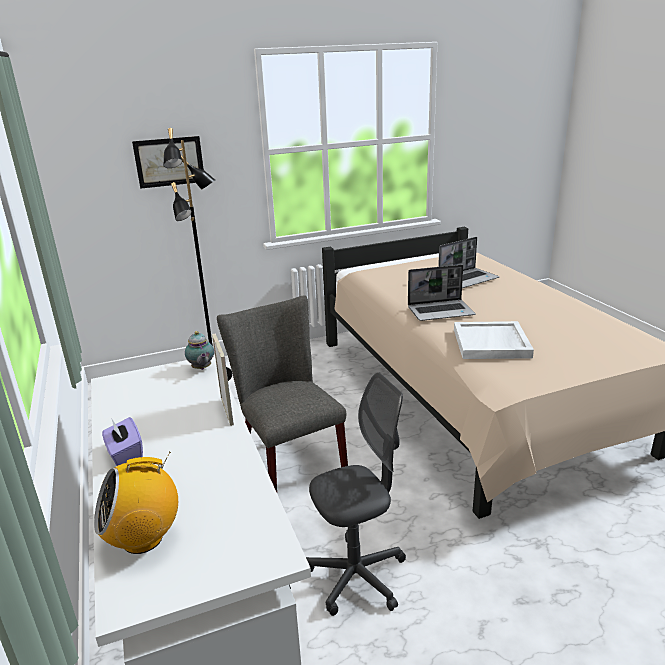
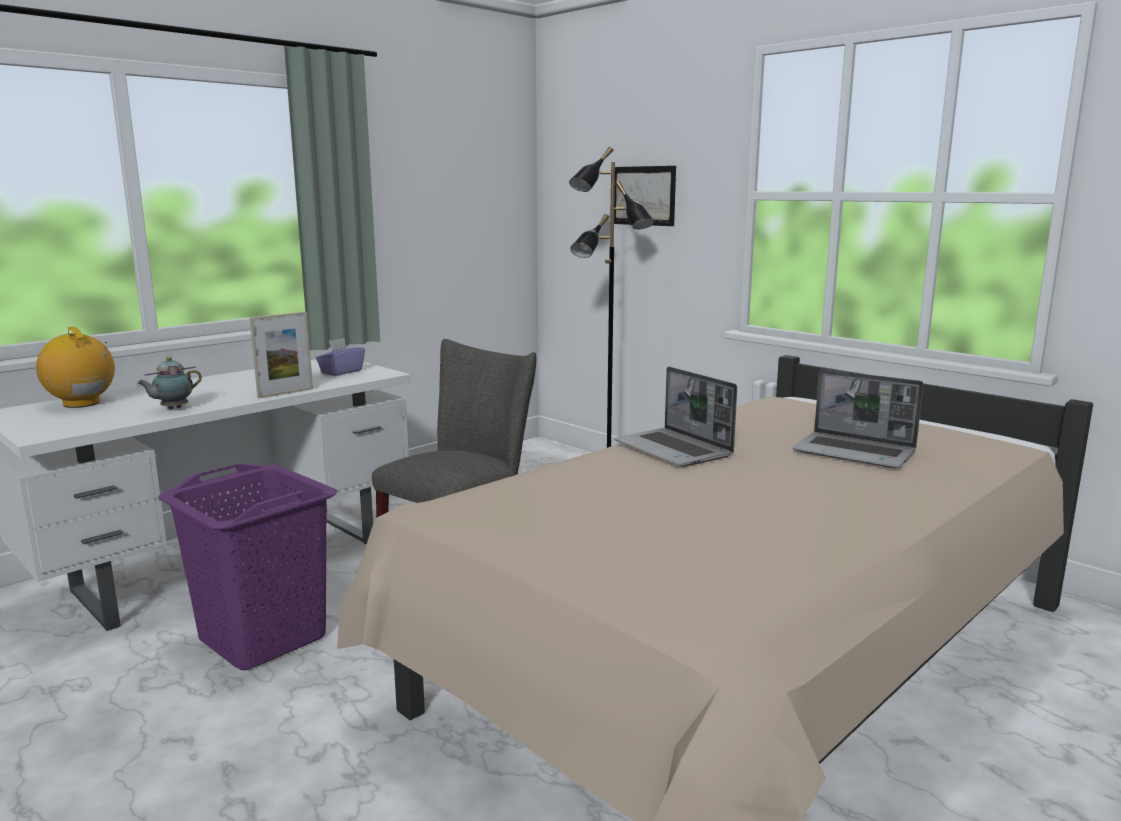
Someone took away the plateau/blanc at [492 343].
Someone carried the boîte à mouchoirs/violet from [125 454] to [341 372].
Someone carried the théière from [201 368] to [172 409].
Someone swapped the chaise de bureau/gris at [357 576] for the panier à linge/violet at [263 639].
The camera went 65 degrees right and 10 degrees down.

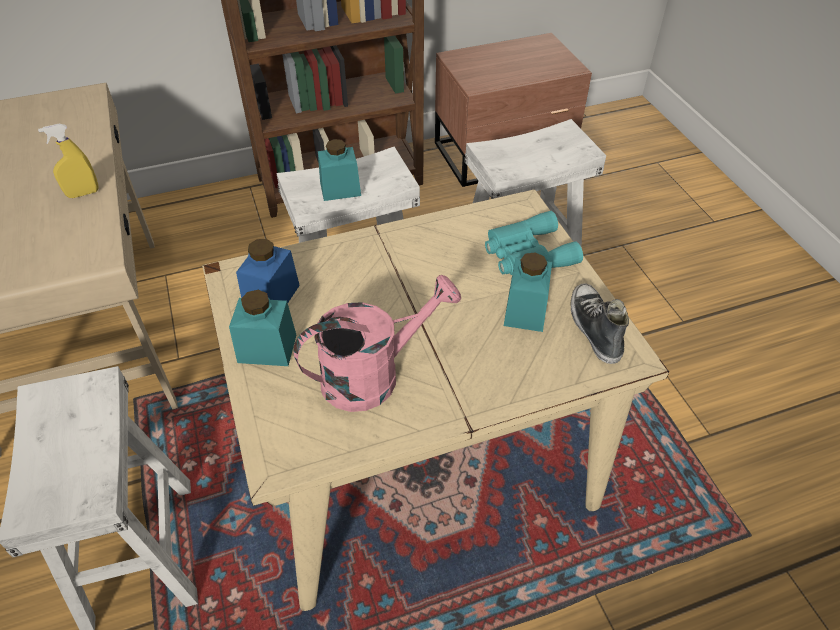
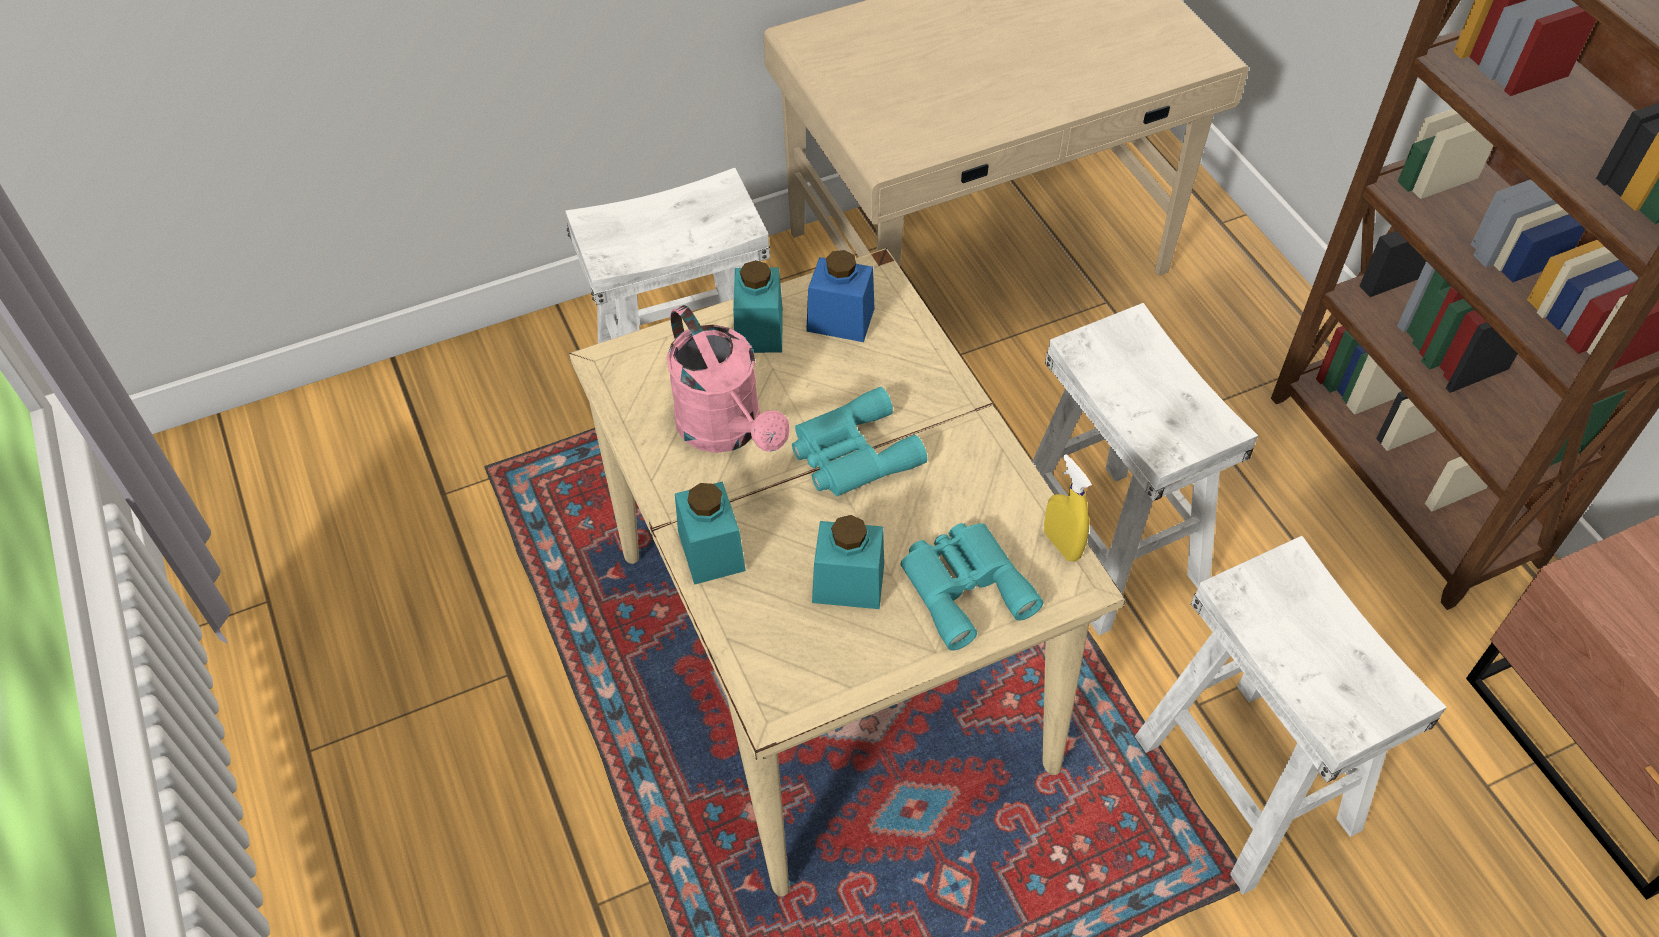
Someone took away the chaussure at [594 328].
Someone put down the jumelles/turquoise at [851 454].
Someone carried the vaporisateur/jaune from [83 193] to [1061 545].
Someone carried the bocal/turquoise from [340 189] to [711 551].
The camera went 85 degrees right and 5 degrees up.

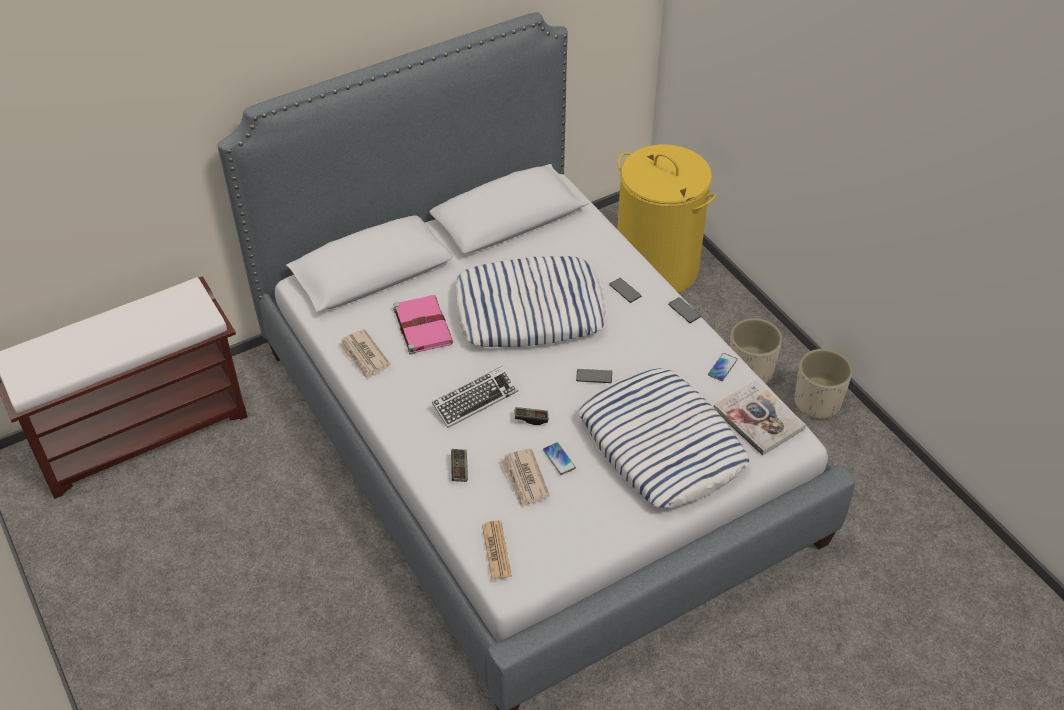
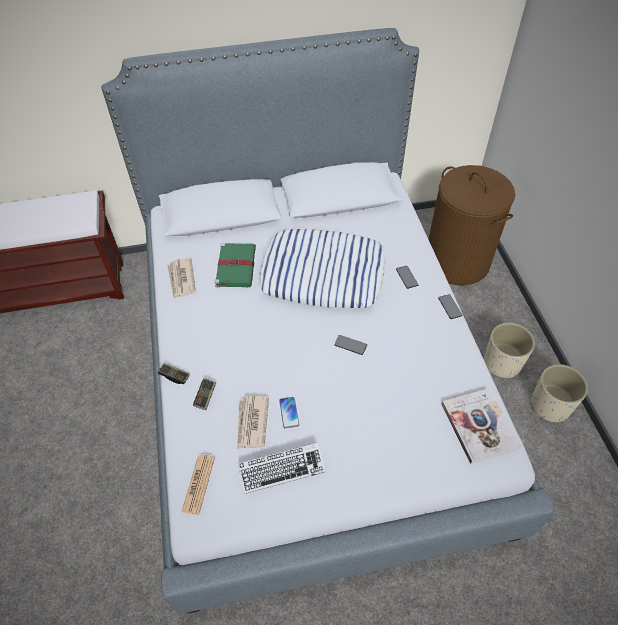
Someone took away the coussin at [660 445].
Someone took away the téléphone at [722 367].
Someone carried the clavier from [475 400] to [282 469].
Someone carried the manette from [531 418] to [174 376].
Someone repainted the livre/rose at [422 325], which became the livre/vert at [236 266].
Someone repainted the panier à linge/jaune at [657 268], which became the panier à linge/marron at [457 261].
The camera went 20 degrees right and 5 degrees up.

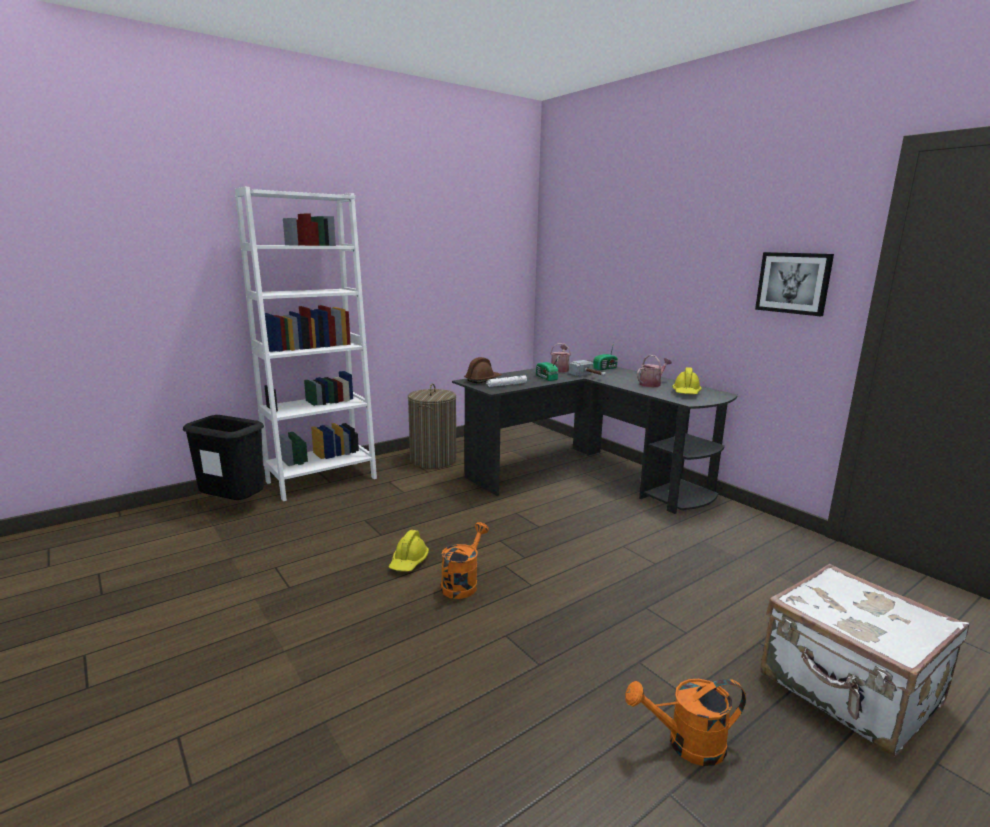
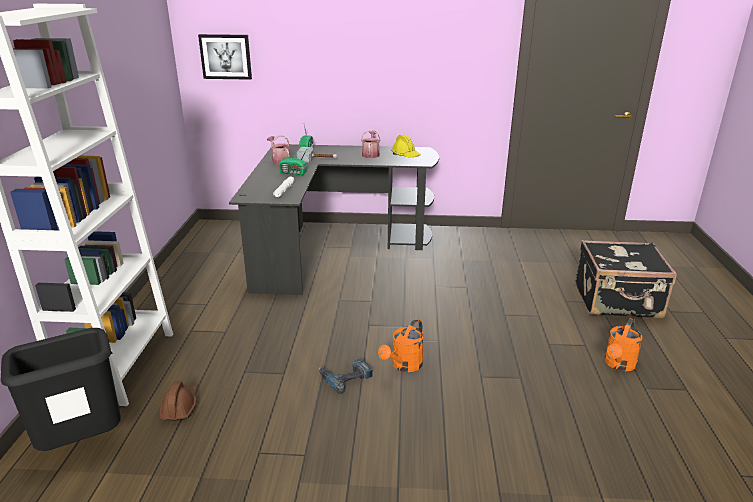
Someone took away the panier à linge at [433 460].
Someone carried the casque de chantier/marron from [483 380] to [180 407].
Someone carried the tableau from [793 283] to [226 56].
Someone swapped the casque de chantier/jaune at [409 562] for the perceuse at [345 377].
Someone repainted the valise/blanc at [848 691], which became the valise/noir at [618 302].
Someone rotated the arrosoir/orange at [462 583] by 120 degrees counterclockwise.
The camera went 50 degrees left and 10 degrees up.

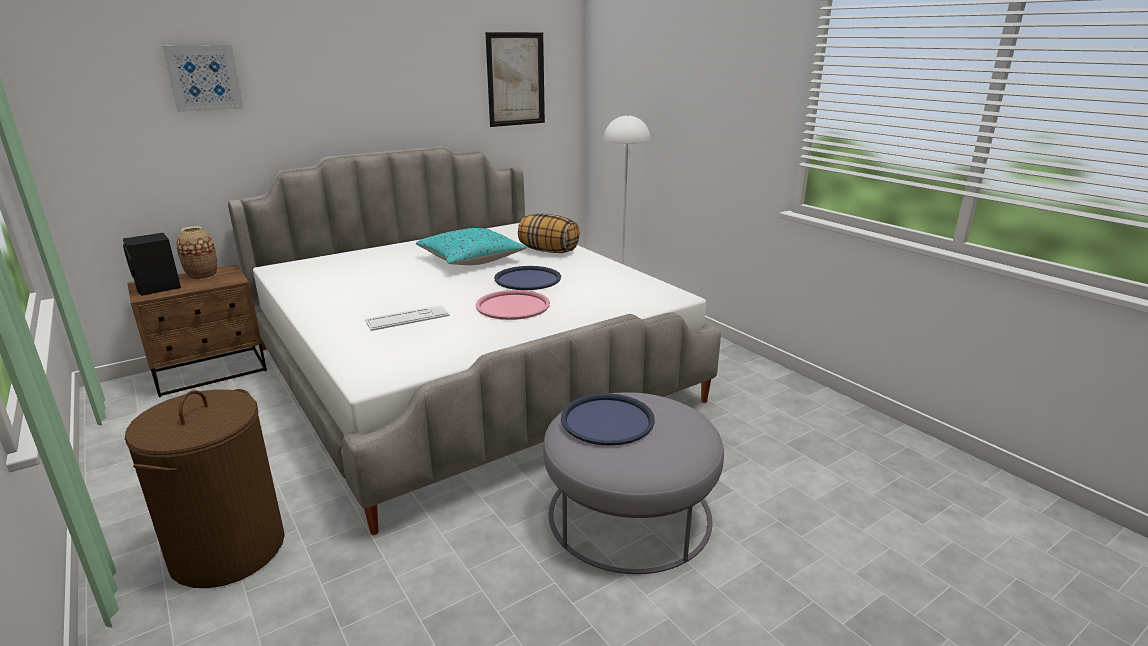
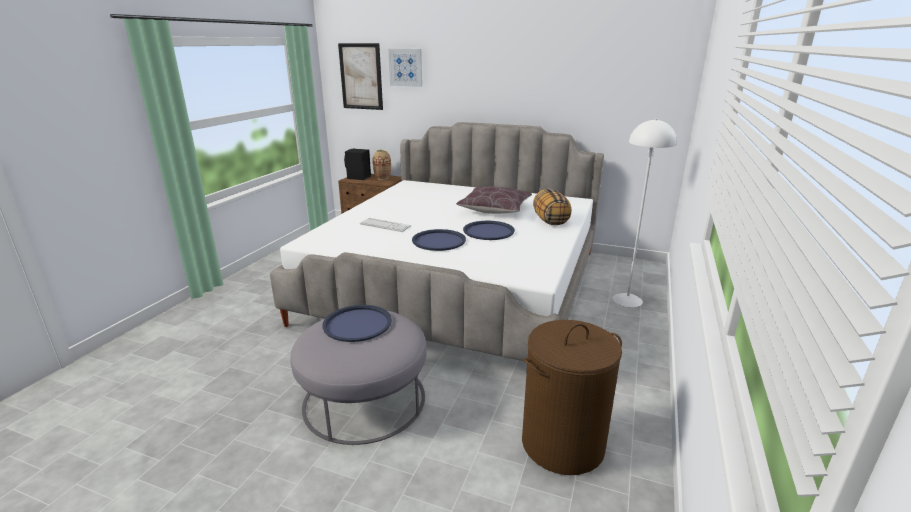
Someone carried the panier à linge/marron from [228 550] to [562 444].
Someone carried the tableau from [516 79] to [361 76].
Someone repainted the coussin/turquoise at [471 259], which became the coussin/marron at [494 209].
Someone repainted the plateau/rose at [512 306], which became the plateau/bleu at [439 241].
The camera went 55 degrees right and 0 degrees up.

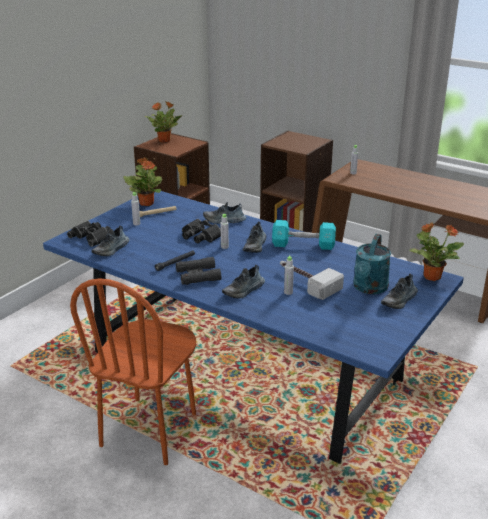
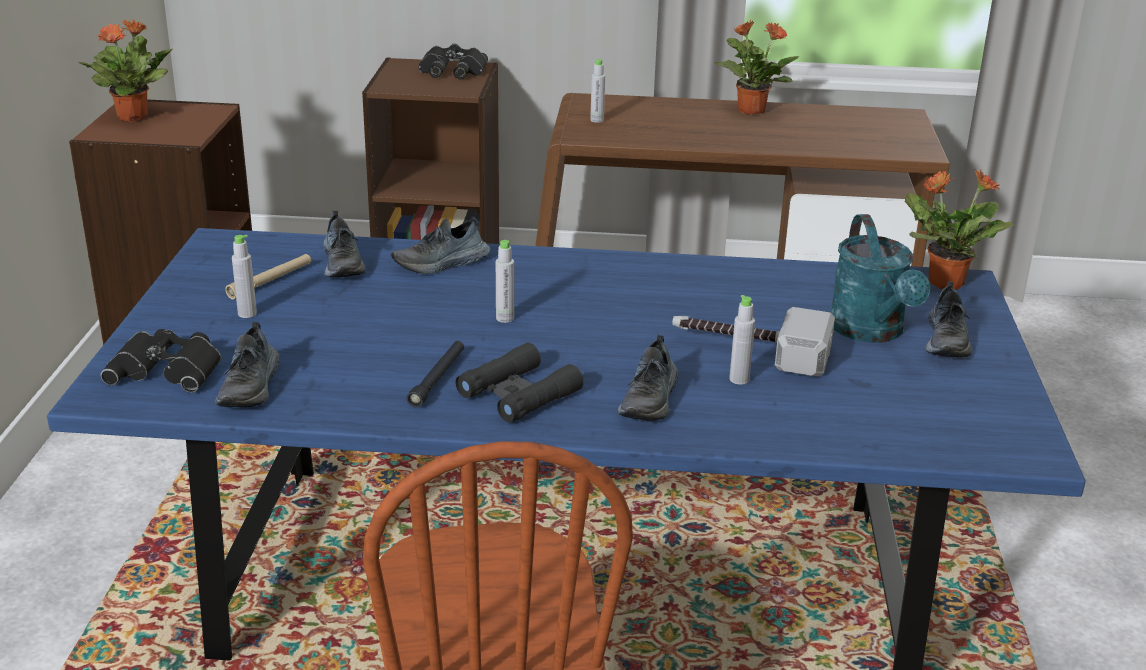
Someone took away the haltère/turquoise at [303 245].
Someone carried the plante en pot from [146 203] to [750 110].
Someone carried the jumelles/noir from [200 235] to [452 71].
Someone carried the chaussure from [255 246] to [344 264].
The camera went 30 degrees left and 0 degrees up.

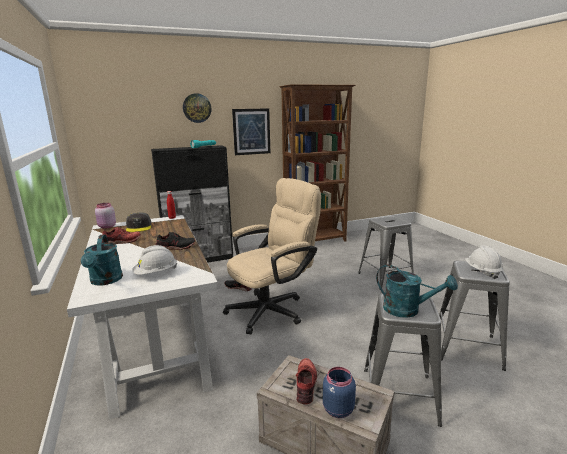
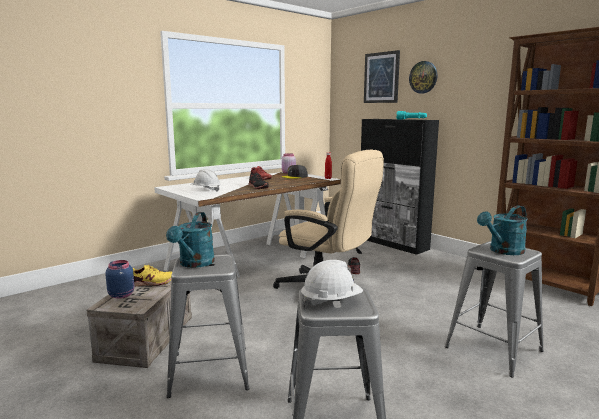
Someone carried the arrosoir/turquoise from [105 281] to [503 251].
Someone carried the tableau from [251 131] to [381 77].
Someone repainted the chaussure/rouge at [306 384], which became the chaussure/jaune at [151 283].
The camera went 70 degrees right and 5 degrees down.

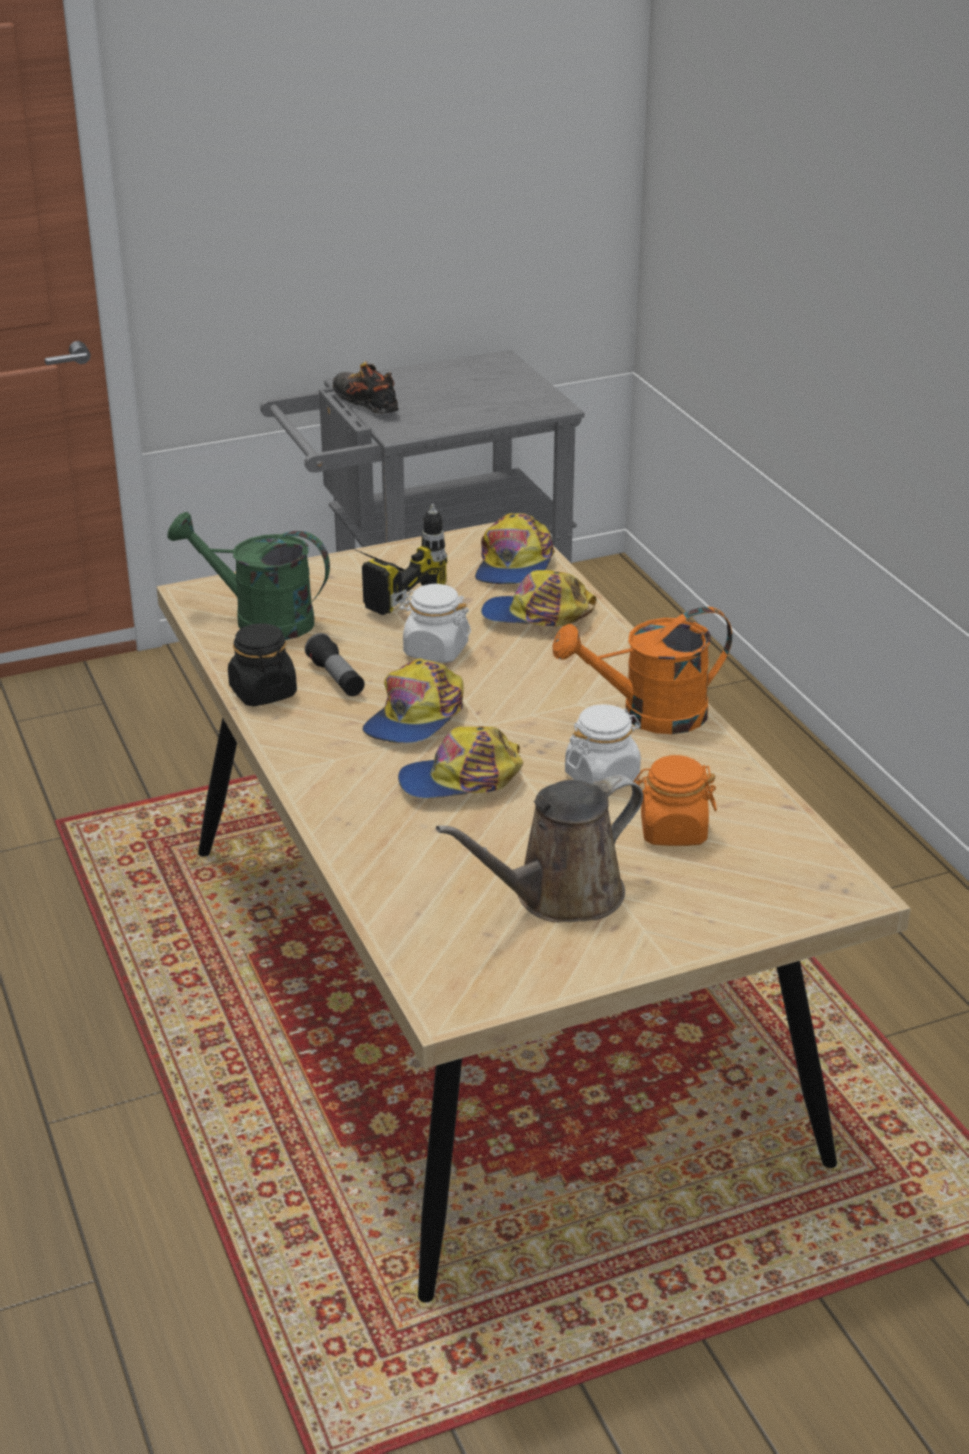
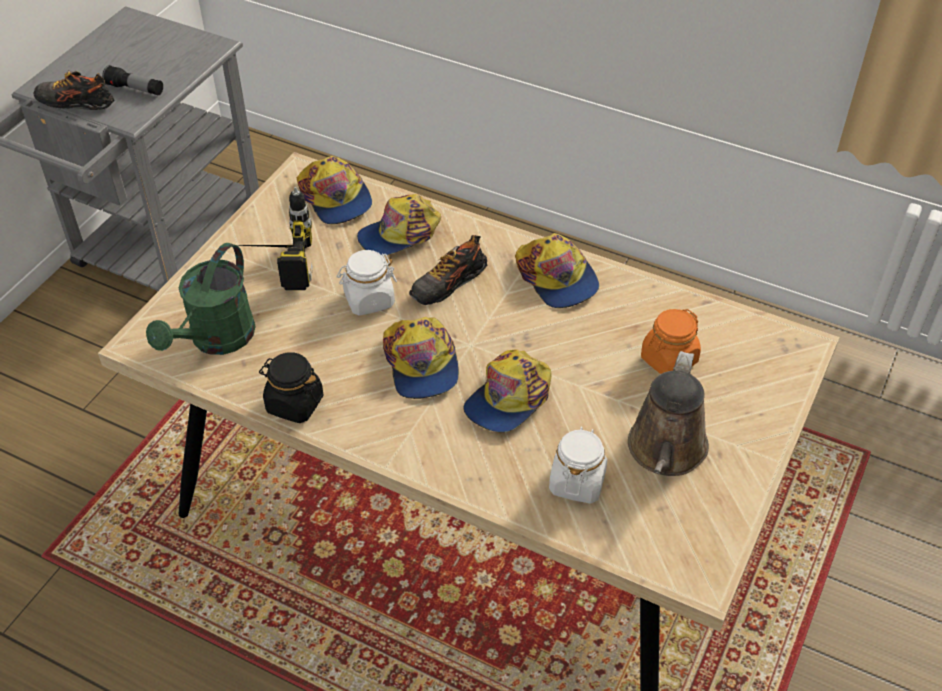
Someone put down the chaussure at [448 284].
Someone carried the lampe de poche from [336 678] to [135 89].
Someone carried the bocal/blanc from [602 777] to [577 482].
Someone swapped the arrosoir/orange at [649 715] for the casquette at [557 278].
Someone rotated the arrosoir/vert at [260 619] by 45 degrees counterclockwise.
The camera went 40 degrees left and 15 degrees up.

